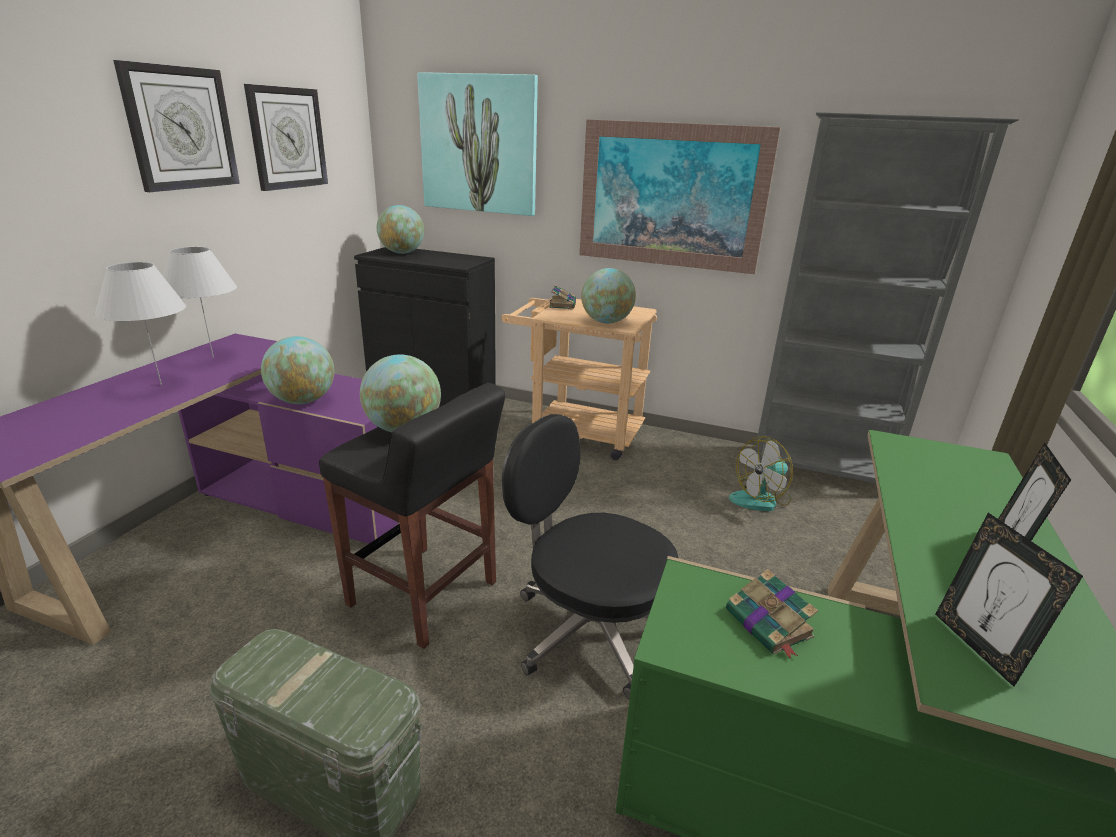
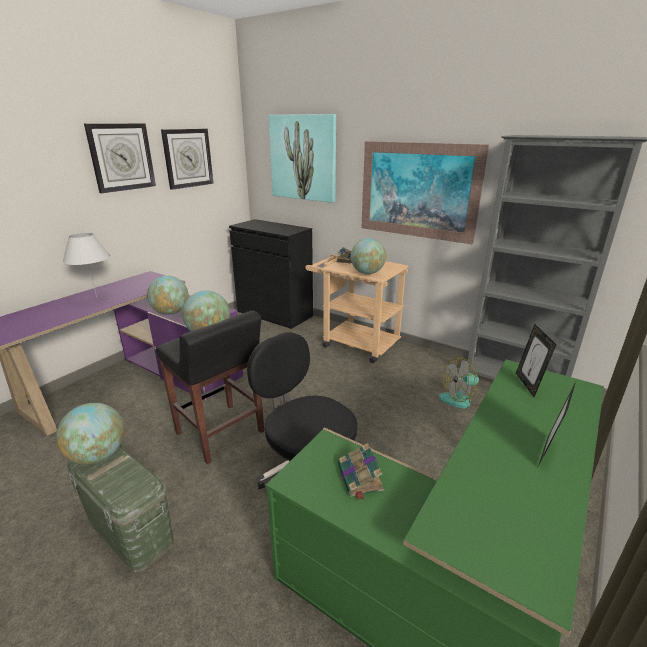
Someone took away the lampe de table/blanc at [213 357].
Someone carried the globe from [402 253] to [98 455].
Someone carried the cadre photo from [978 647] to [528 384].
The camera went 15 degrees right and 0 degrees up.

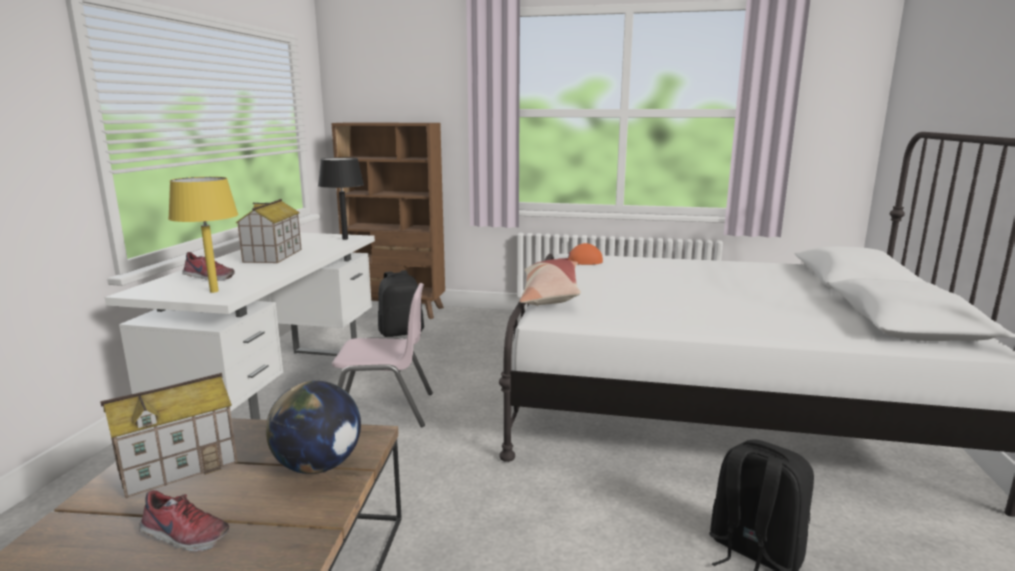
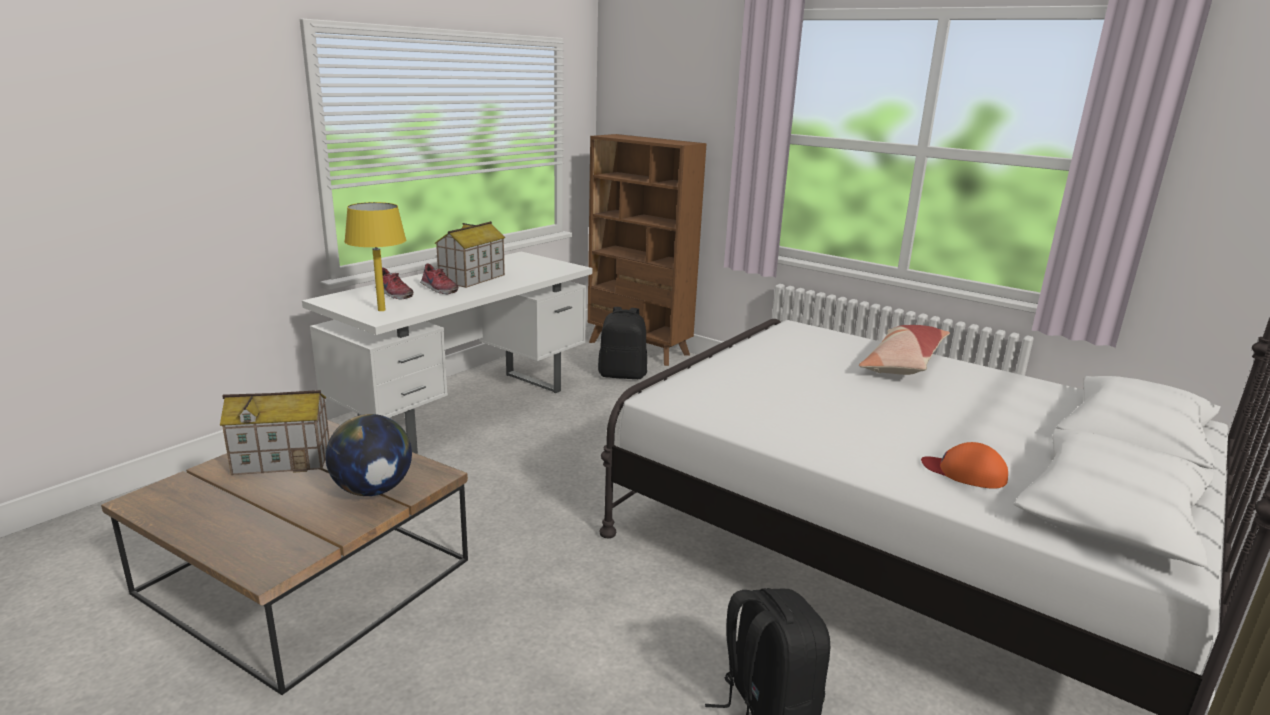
Someone took away the lampe de table/noir at [345 239].
Someone took away the chaise/rose at [382 410].
Someone carried the chaussure from [183 536] to [438 289].
Someone carried the coussin from [550 294] to [903 363].
Someone carried the casquette/orange from [581 261] to [965 472].
The camera went 25 degrees right and 5 degrees up.

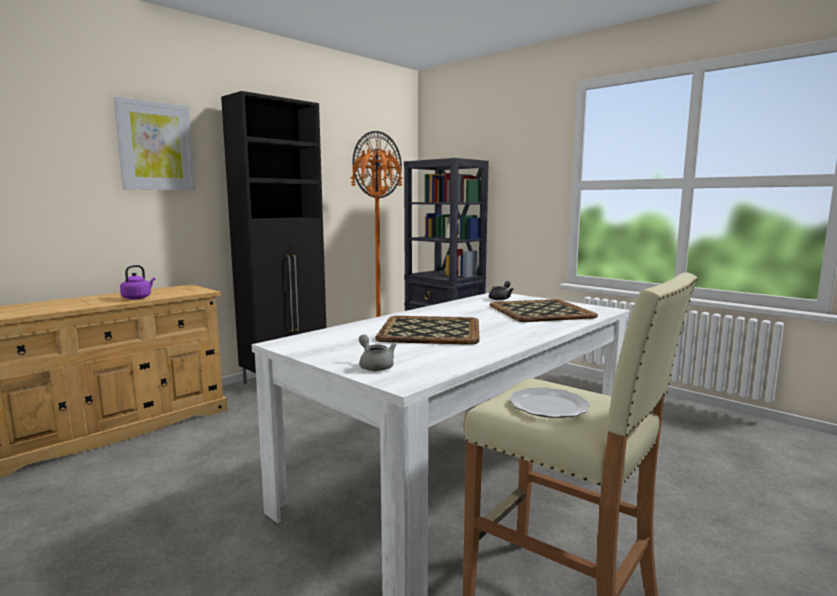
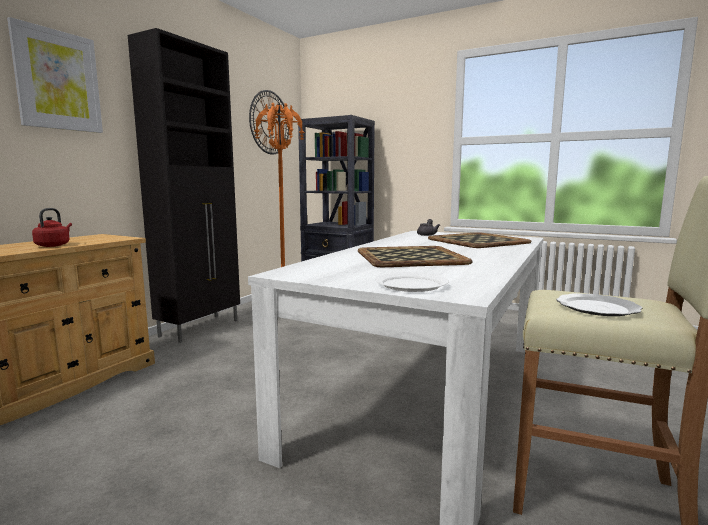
Someone swapped the théière/gris at [375 365] for the assiette/blanc at [410 285].
Someone repainted the bouilloire/violet at [138 298], which became the bouilloire/rouge at [54 245].
The camera went 15 degrees left and 0 degrees up.

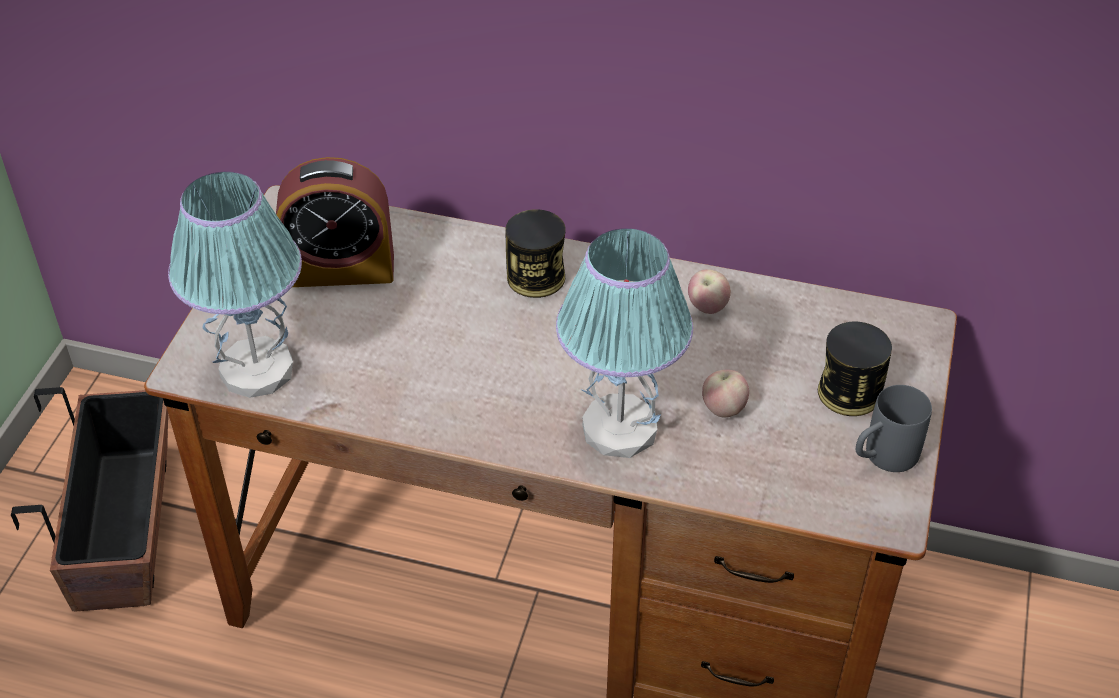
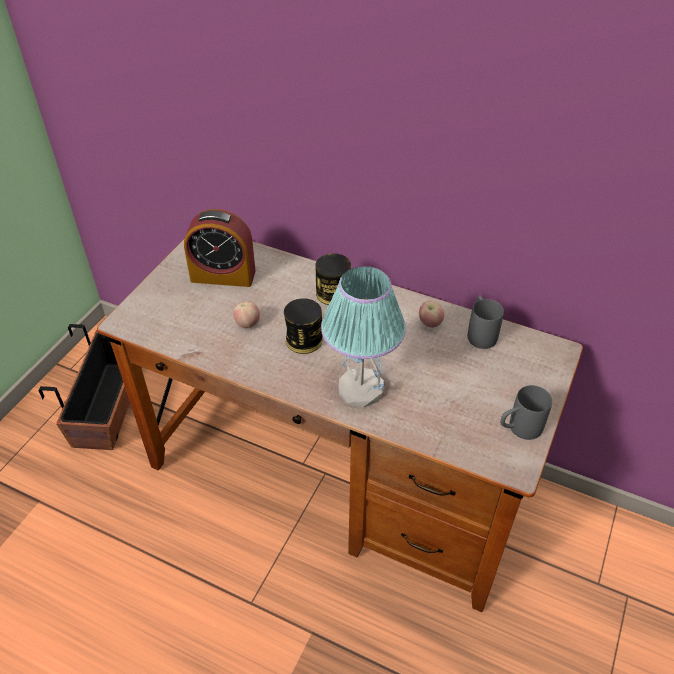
Someone took away the lampe de table at [258 369].
Someone put down the mug/gris at [480 333].
Someone carried the pomme from [723 409] to [247 324].
Someone carried the boîte métallique from [849 392] to [304 340].
The camera went 10 degrees right and 0 degrees up.

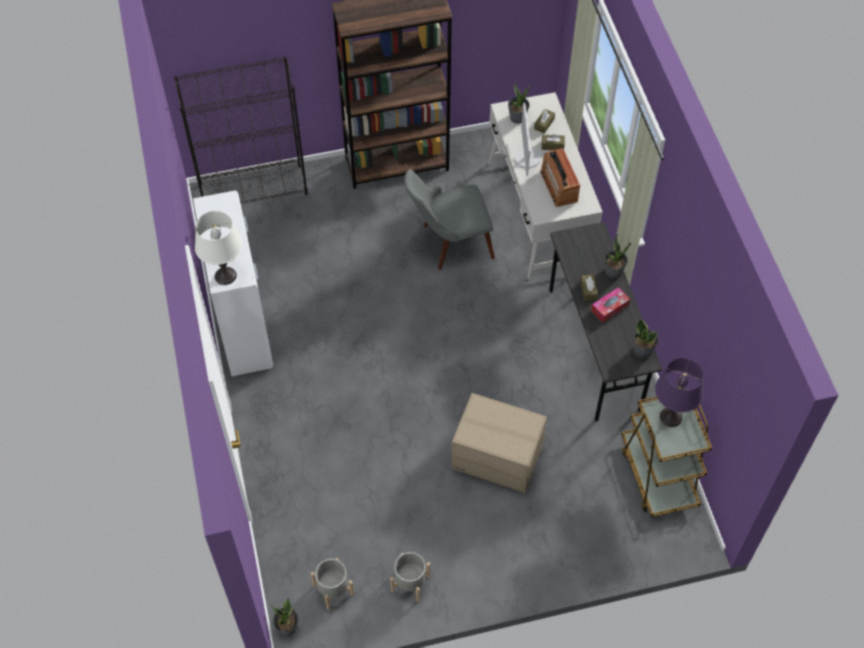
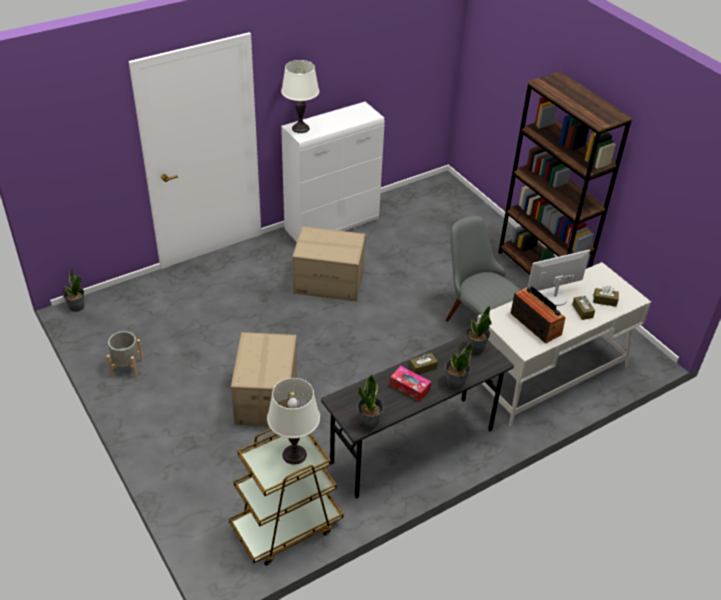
Someone took away the bibliothèque/noir at [254 189].
Someone took away the cache-pot/gris at [333 589].
Someone put down the carton at [329 281].
Someone carried the plante en pot from [517 118] to [475 348].
Someone repainted the lampe de table/violet at [671 417], which became the lampe de table/blanc at [294 455].
Someone rotated the radio at [558 186] by 90 degrees clockwise.
The camera went 70 degrees right and 15 degrees down.

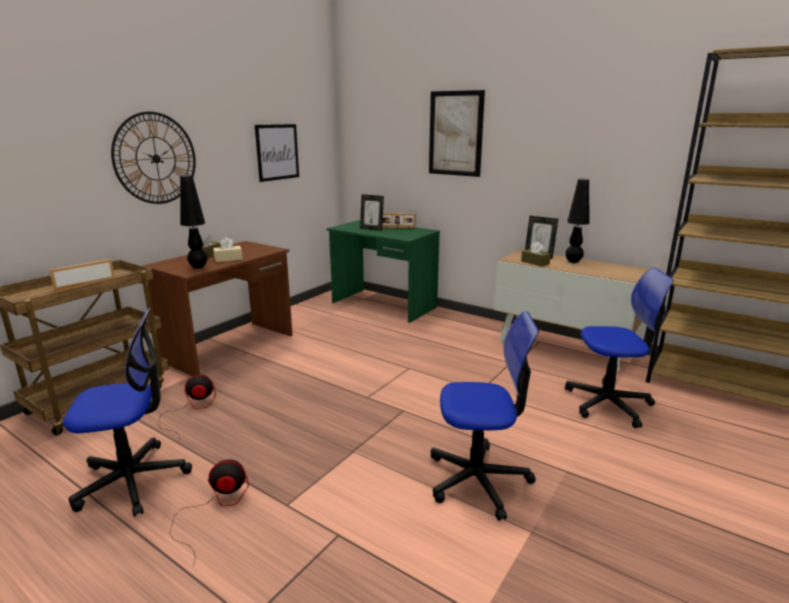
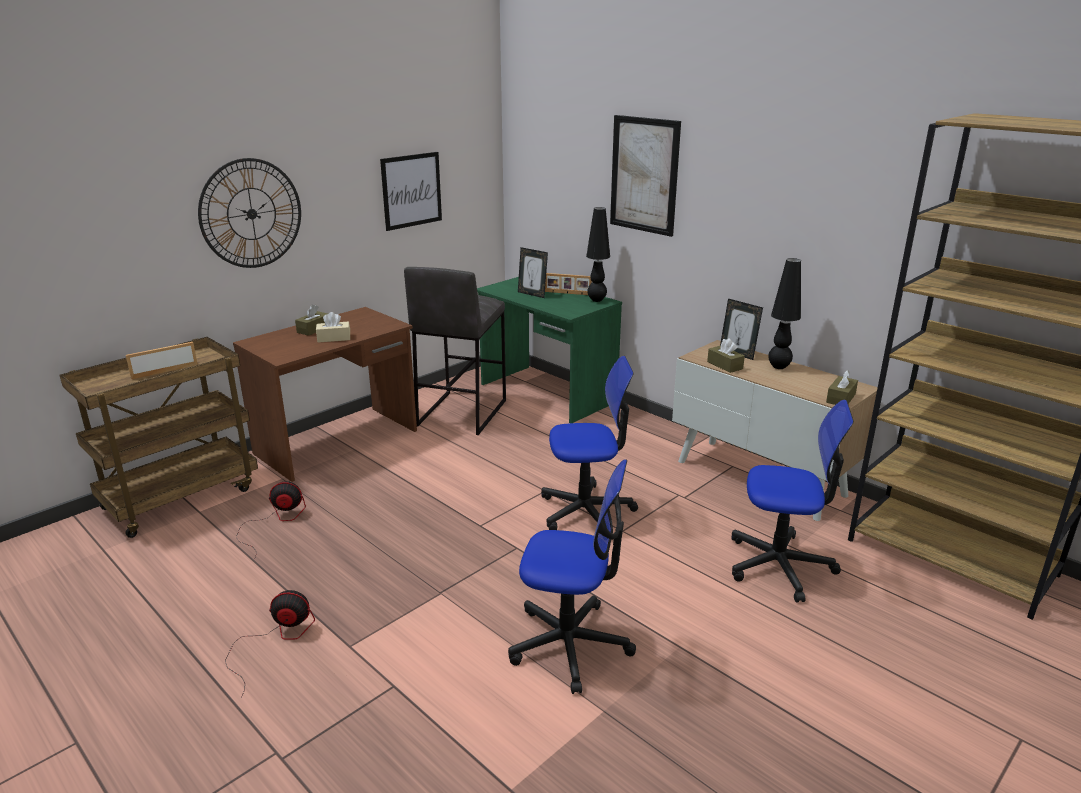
Someone put down the tabouret/gris at [461 413].
Someone put down the boîte à mouchoirs/marron at [840 398].
Someone carried the chaise de bureau from [133 480] to [586 512].
Someone carried the lampe de table/noir from [198 267] to [596 300].
The camera went 10 degrees right and 5 degrees up.

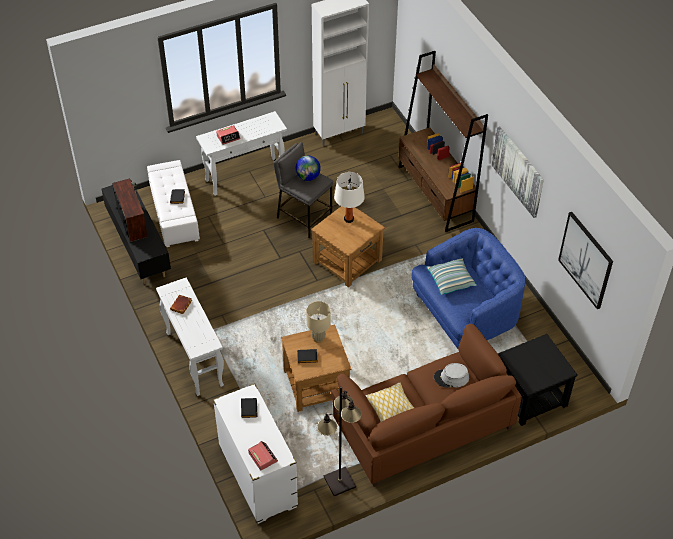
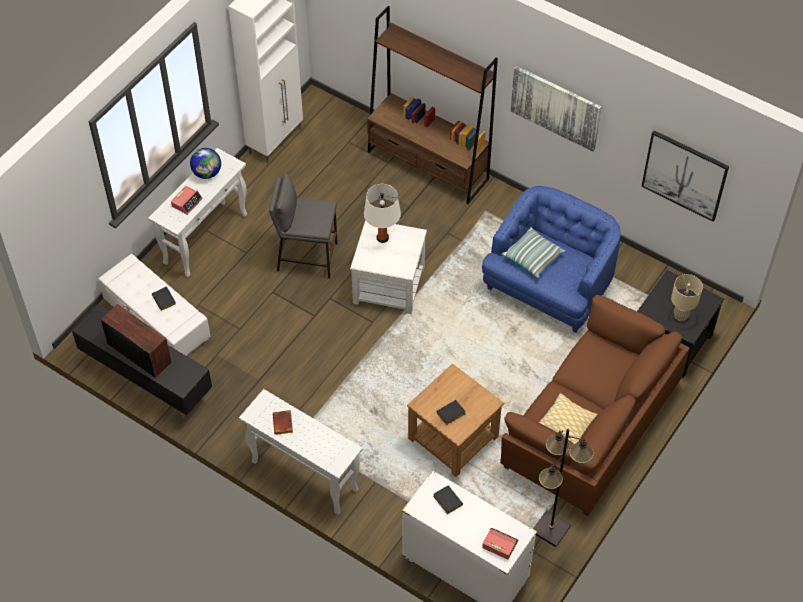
Someone took away the chapeau/gris at [451 378].
Someone carried the globe from [308 177] to [207 173].
Someone carried the lampe de table/beige from [318 338] to [680 316].
Someone repainted the table d'appoint/marron at [347 261], which became the table d'appoint/blanc at [389 285].
The camera went 30 degrees left and 5 degrees up.

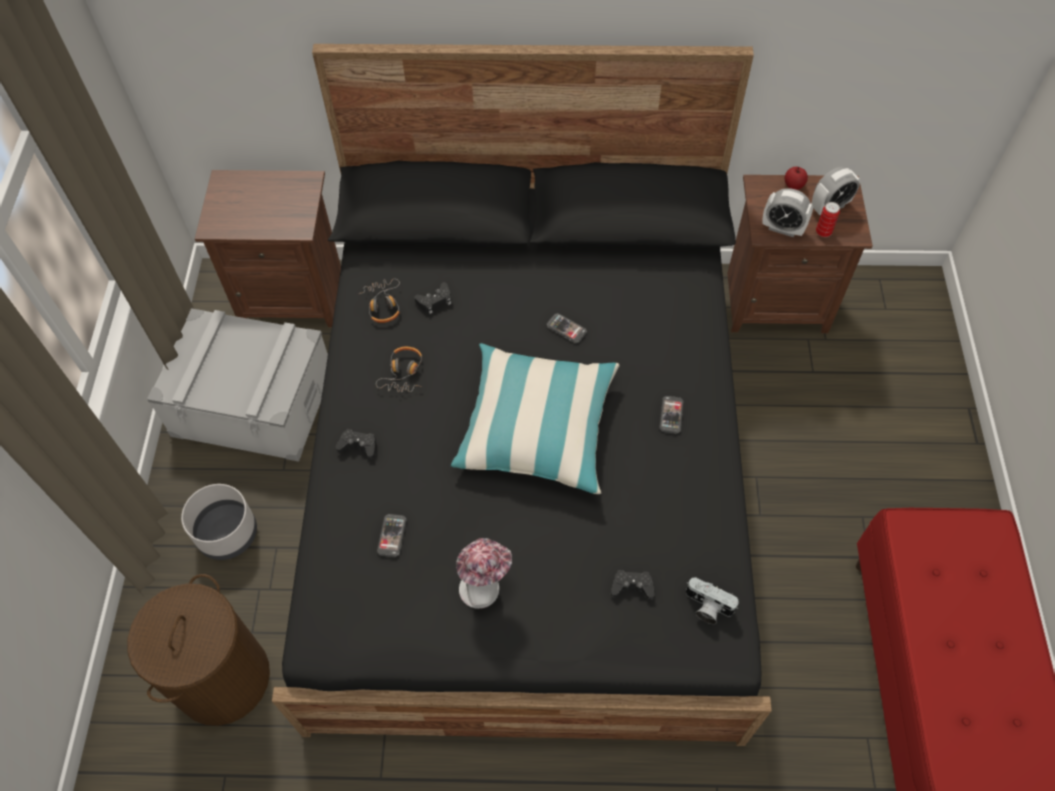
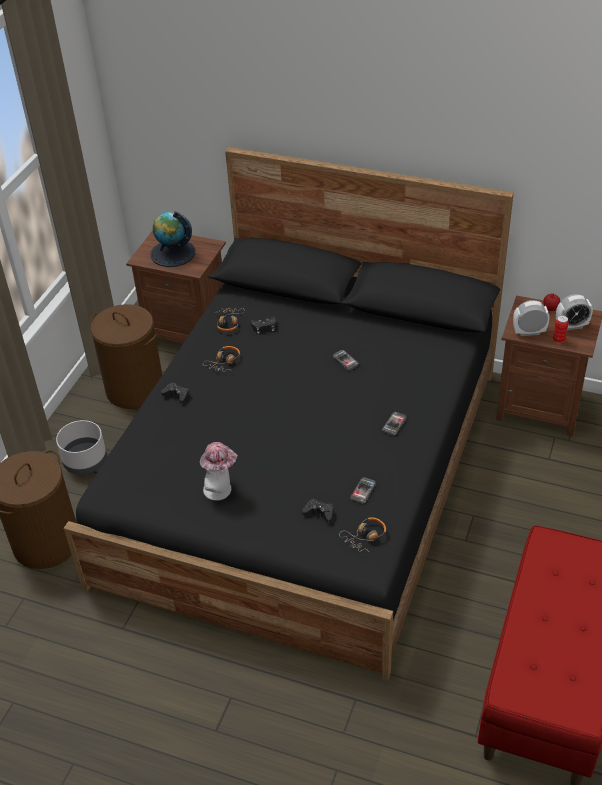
Someone took away the coussin at [537 427].
Someone put down the globe at [172 253].
Someone carried the téléphone from [392 536] to [363 491].
Someone swapped the boîte de rangement/gris at [254 402] for the panier à linge/marron at [135 389].
Someone swapped the appareil photo at [706 607] for the casque audio at [365 537].
Someone rotated the réveil at [782 228] by 135 degrees clockwise.
The camera went 20 degrees right and 15 degrees down.

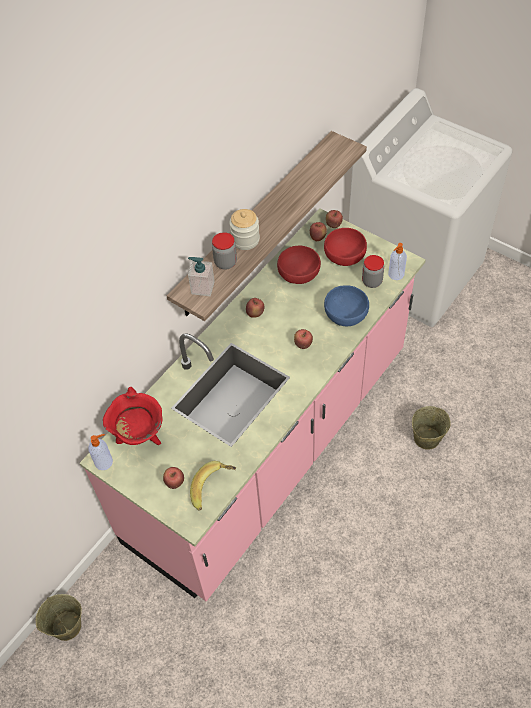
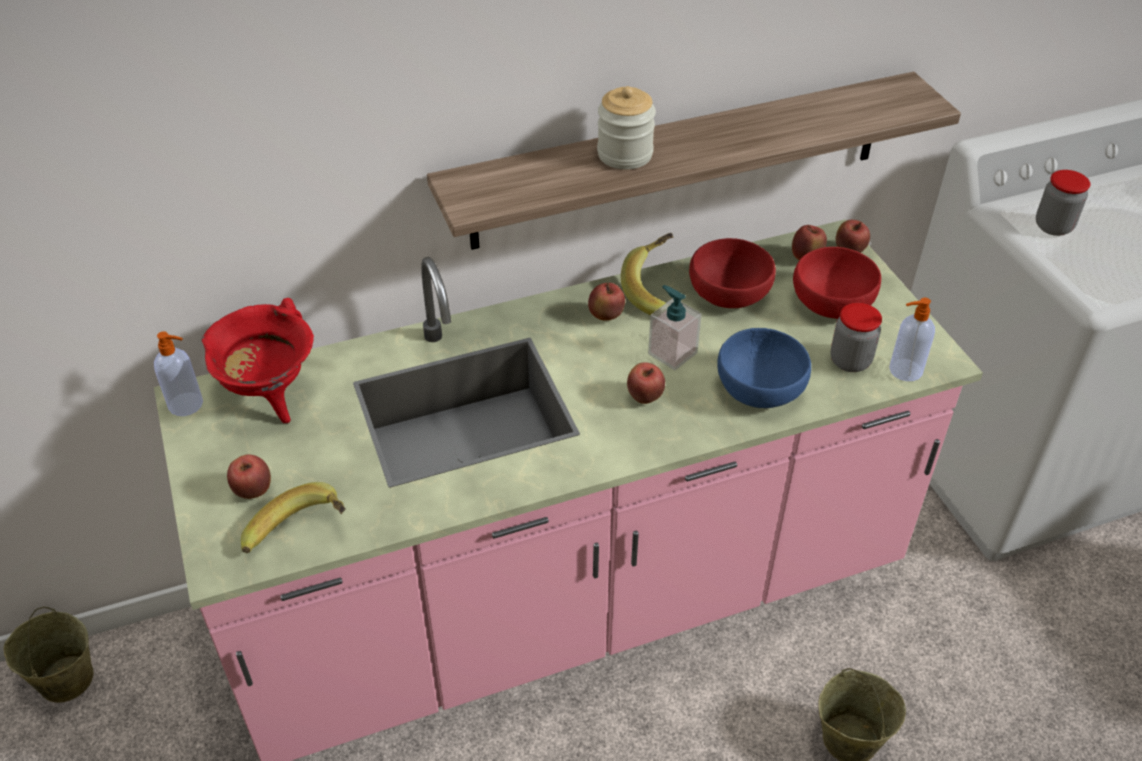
Someone put down the banane at [657 290].
Someone carried the distributeur de savon from [202 287] to [672 353].
Someone carried the bocal from [225 263] to [1053 226].
The camera went 30 degrees right and 10 degrees down.

